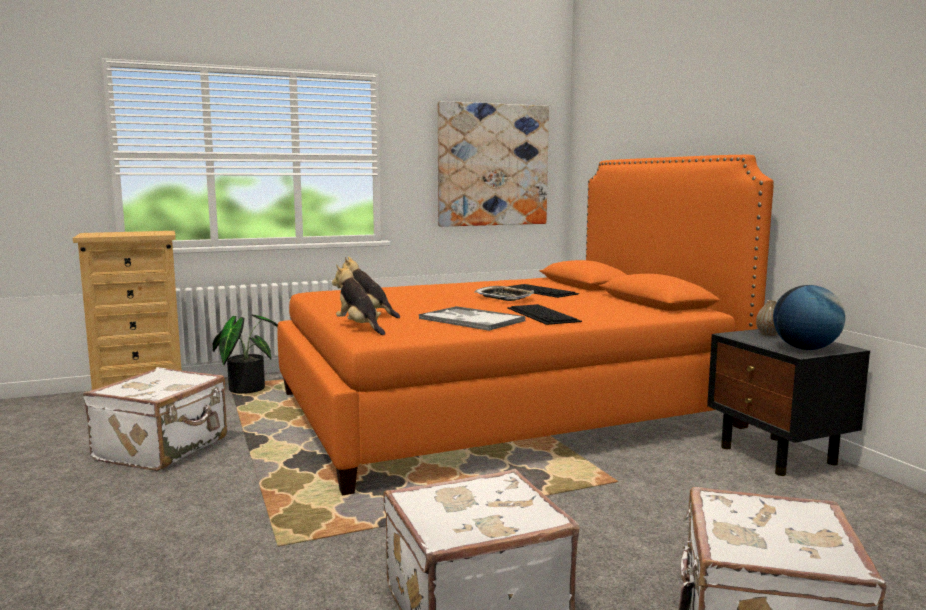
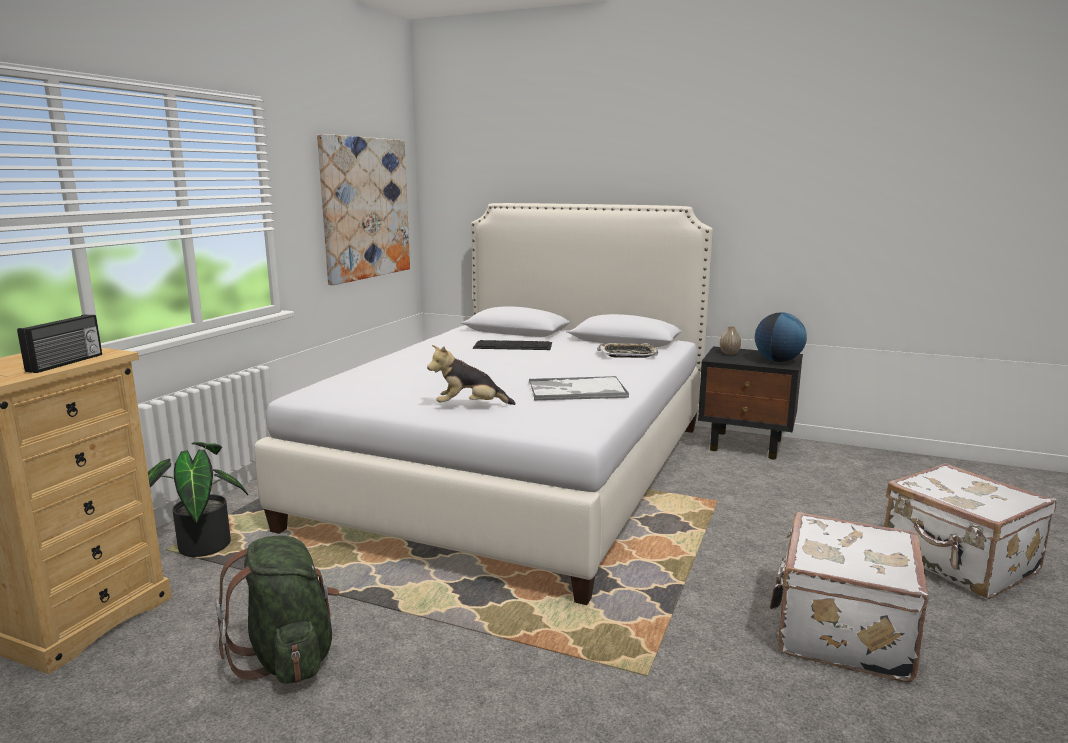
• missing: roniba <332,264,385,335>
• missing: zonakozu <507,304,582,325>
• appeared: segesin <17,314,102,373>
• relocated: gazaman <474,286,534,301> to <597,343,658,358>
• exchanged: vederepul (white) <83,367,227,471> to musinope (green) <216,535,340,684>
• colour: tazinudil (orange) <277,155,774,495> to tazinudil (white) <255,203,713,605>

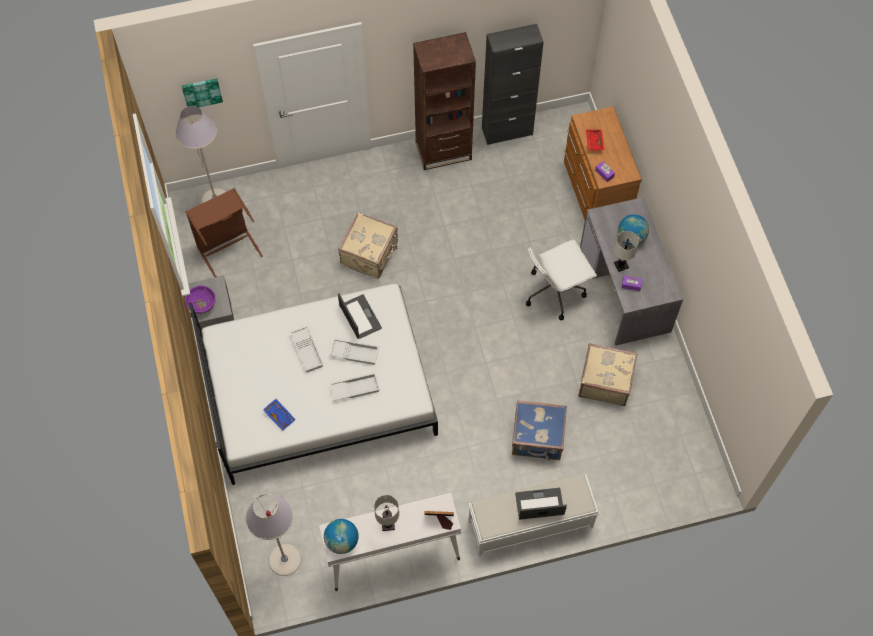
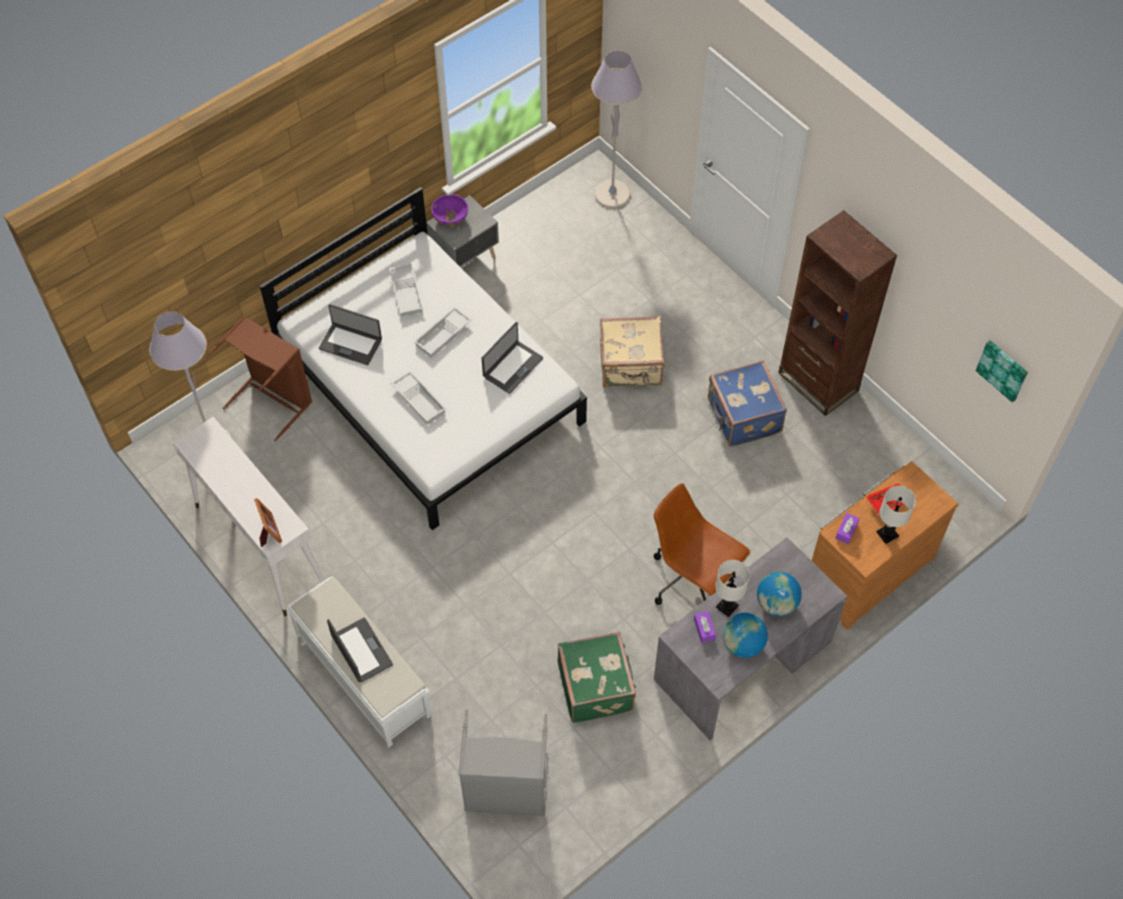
• missing: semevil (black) <482,24,544,145>
• appeared: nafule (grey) <459,709,548,816>
• relocated: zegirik <182,78,223,107> to <976,340,1028,403>
• relocated: nafule (brown) <186,188,263,277> to <206,316,312,441>
• relocated: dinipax <324,519,359,554> to <722,613,768,658>
• relocated: gazaman (white) <330,339,379,365> to <389,264,424,317>
• relocated: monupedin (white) <374,495,399,531> to <877,486,916,544>
• relocated: vederepul (blue) <512,400,567,461> to <708,360,787,447>
• exchanged: gazaman (blue) <263,399,296,431> to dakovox <319,304,382,365>
• colour: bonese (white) <526,240,597,320> to bonese (brown) <654,483,751,605>
• colour: vederepul (beige) <578,343,638,406> to vederepul (green) <558,632,636,723>

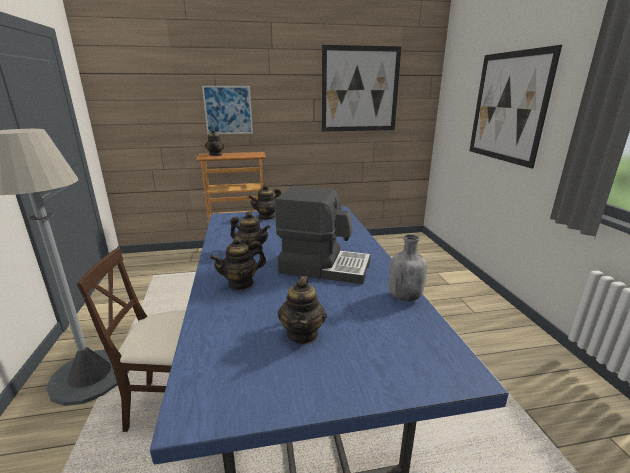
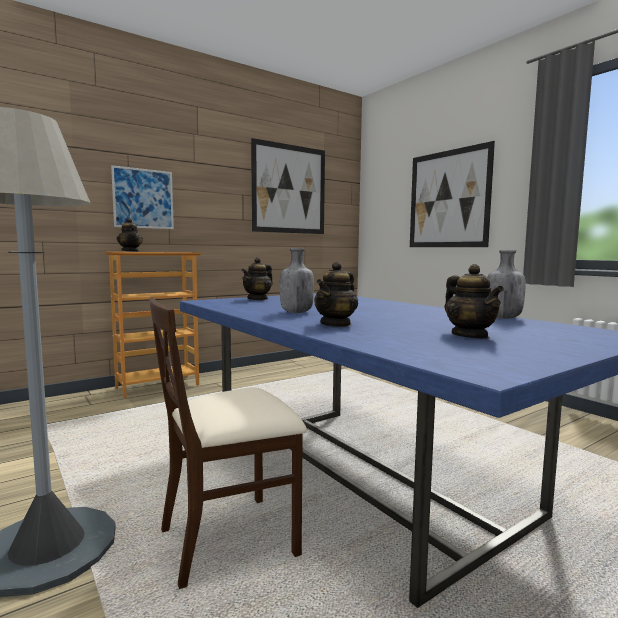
• missing: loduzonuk <275,186,371,284>
• exchanged: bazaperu <230,211,270,255> to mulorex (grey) <280,248,314,313>

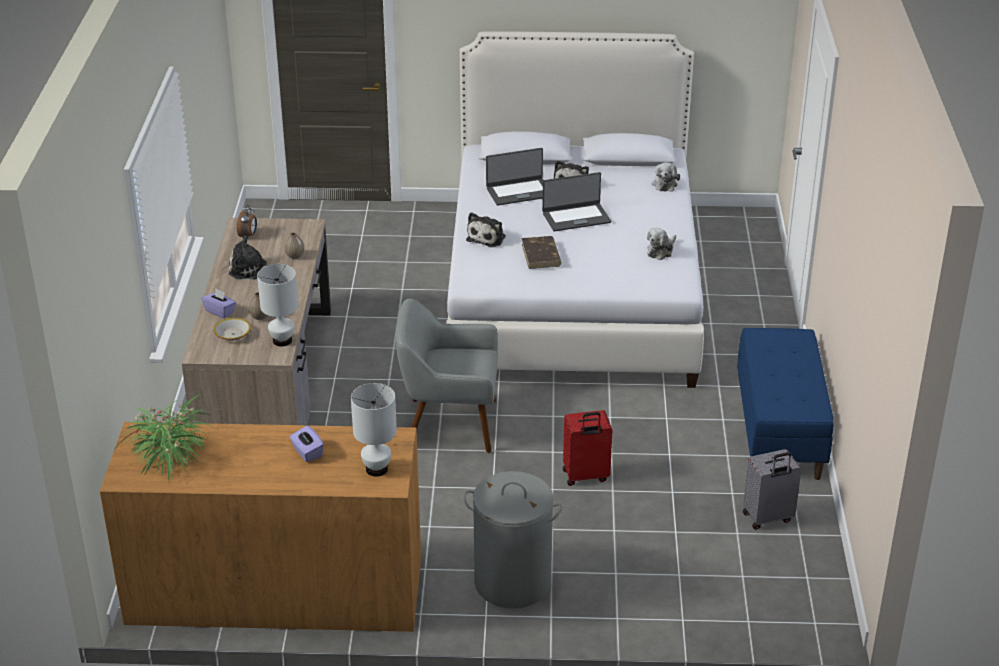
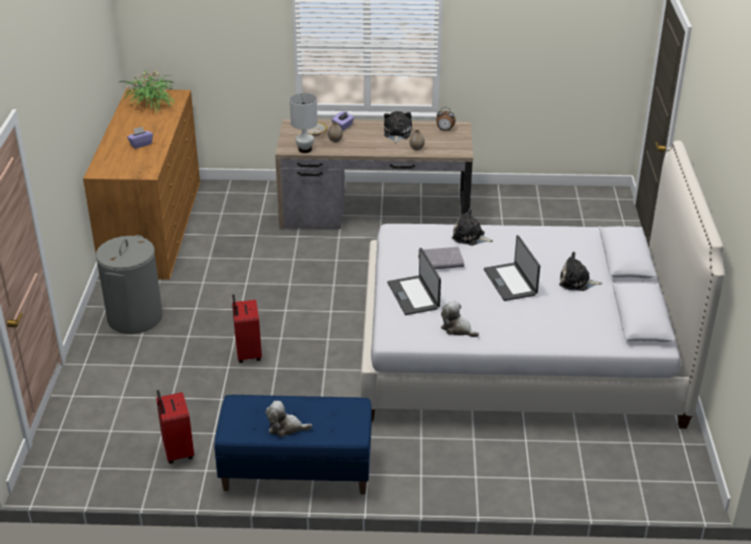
• missing: monupedin (white) <351,383,397,477>
• missing: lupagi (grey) <395,299,498,453>
• relocated: dakovox <486,148,543,206> to <387,248,441,315>
• relocated: roniba <652,162,680,192> to <265,401,313,437>
• colour: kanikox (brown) <522,236,562,269> to kanikox (grey) <418,247,464,269>
• colour: vederepul (grey) <743,449,802,530> to vederepul (red) <156,390,194,464>

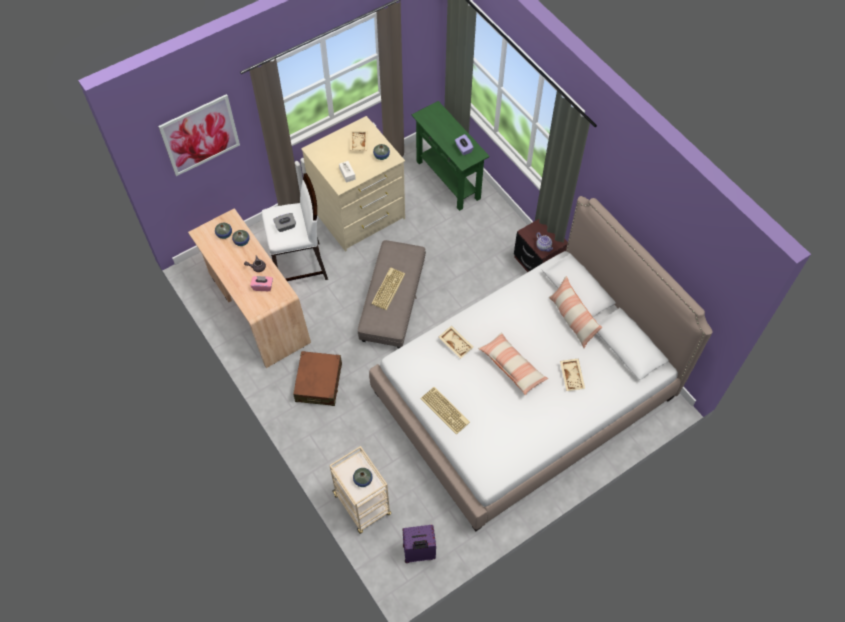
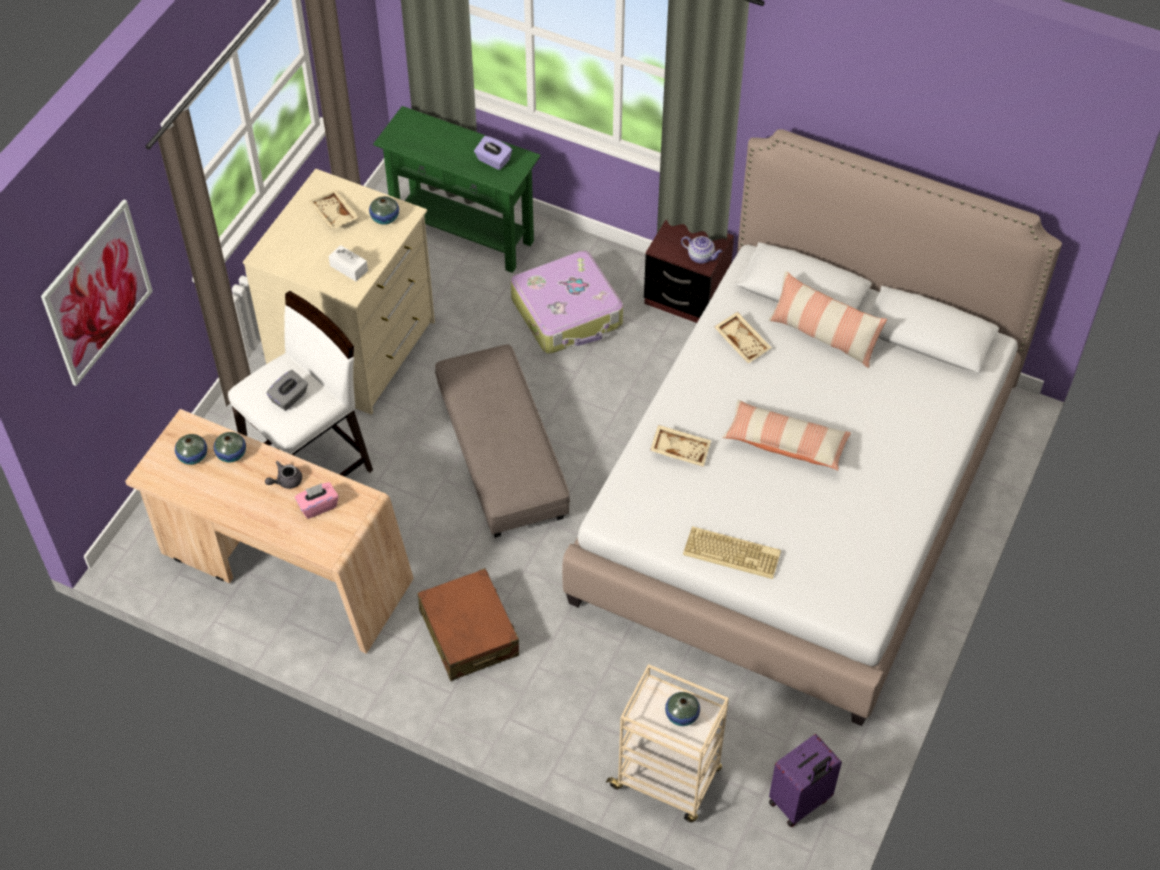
• missing: zonakozu <371,267,405,310>
• appeared: vederepul <511,250,623,354>
• relocated: gazaman (beige) <560,359,585,391> to <714,312,772,364>

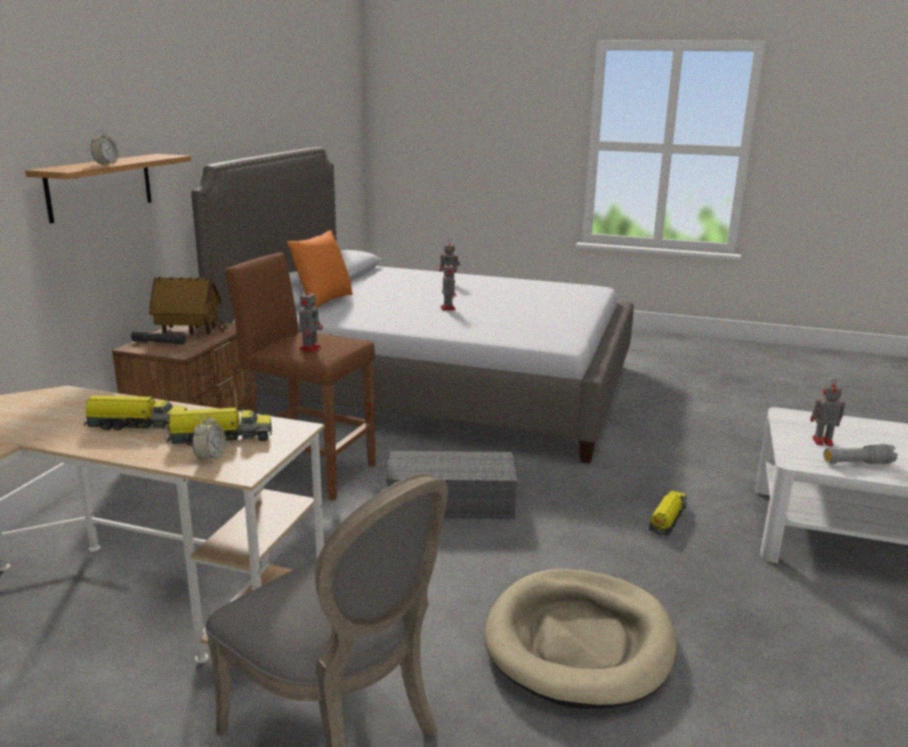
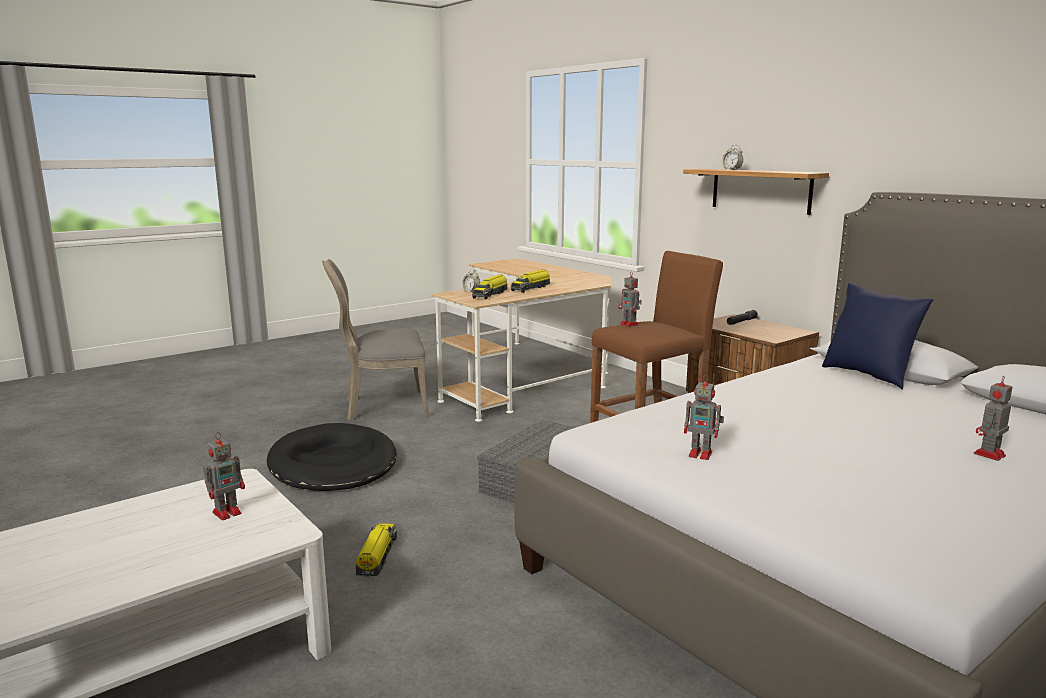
• missing: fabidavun <150,277,228,334>
• missing: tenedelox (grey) <824,444,897,464>
• relocated: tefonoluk <441,264,456,310> to <684,375,724,460>
• colour: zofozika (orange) <287,230,353,308> to zofozika (blue) <822,283,933,389>
• colour: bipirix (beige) <484,569,676,709> to bipirix (black) <267,423,397,491>
• spun: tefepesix <649,491,688,536> = <356,523,397,577> 150 degrees counterclockwise

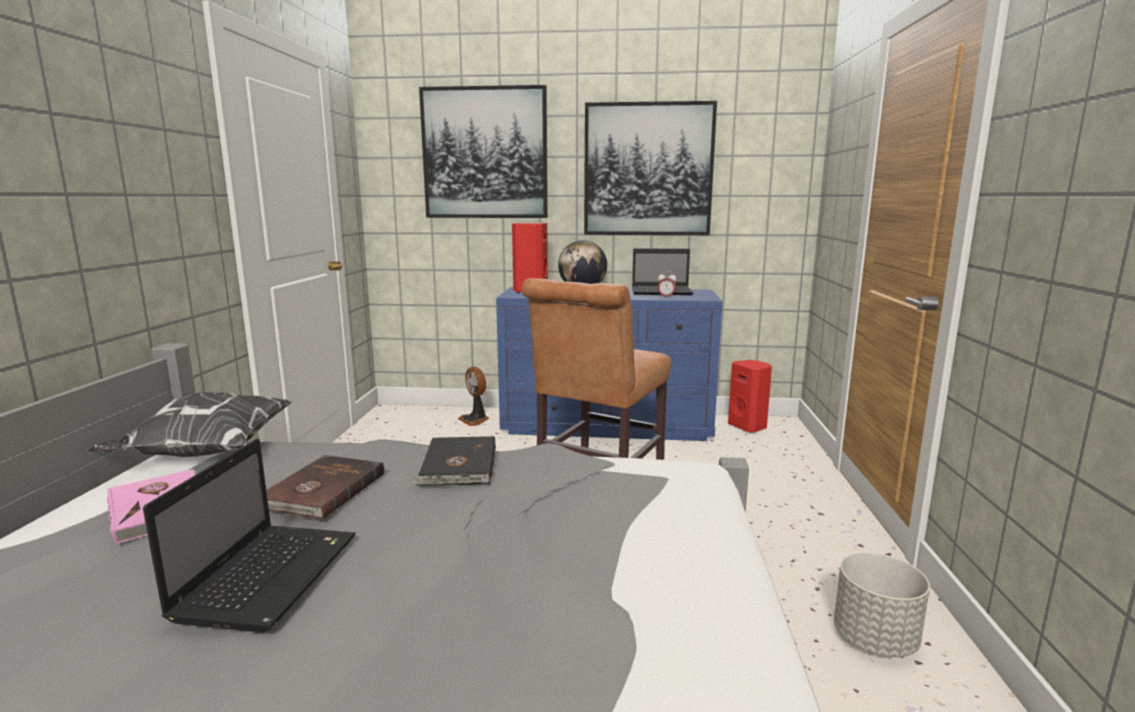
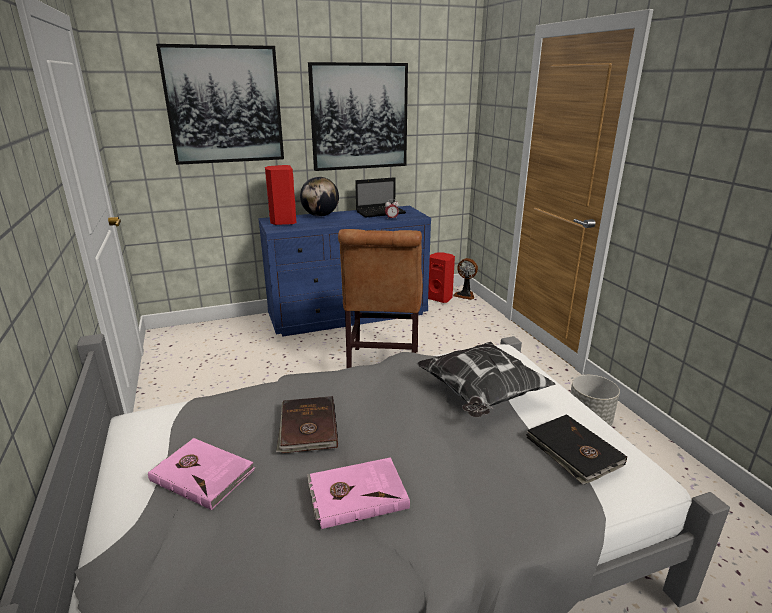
• relocated: zofozika <88,392,292,457> to <417,342,555,417>
• relocated: kanikox (black) <413,436,496,486> to <526,414,627,485>
• relocated: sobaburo <458,367,489,426> to <453,258,478,300>
• exchanged: dakovox <143,439,356,633> to kanikox (pink) <307,457,410,529>

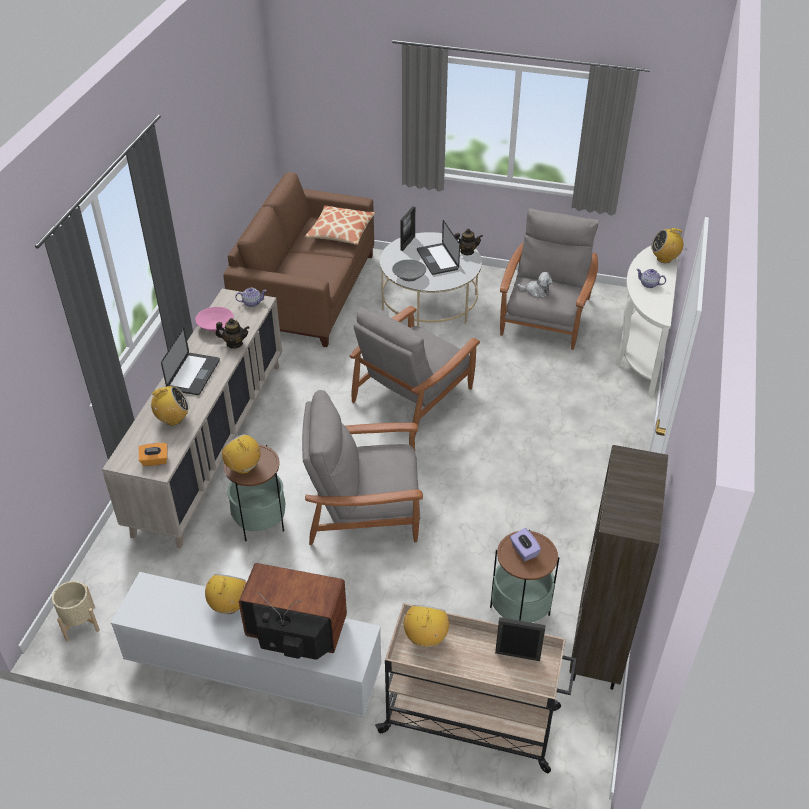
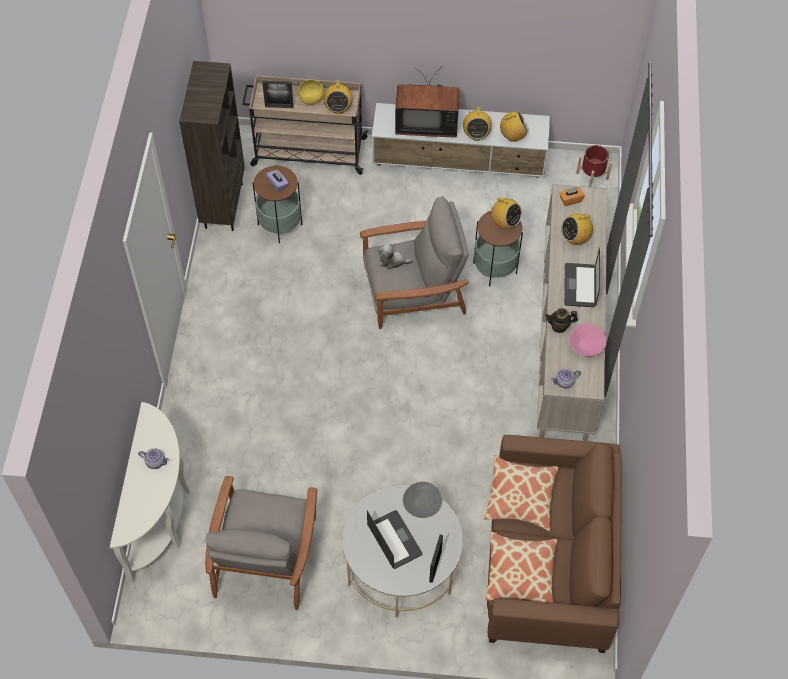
• missing: lupagi (grey) <350,306,480,436>
• missing: bazaperu <454,229,483,255>
• appeared: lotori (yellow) <298,80,324,105>
• appeared: zofozika <484,455,559,531>
• relocated: roniba <517,272,553,298> to <378,243,413,269>
• relocated: segesin <651,228,683,263> to <500,112,529,142>
• colour: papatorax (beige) <52,581,100,641> to papatorax (red) <576,145,612,187>

